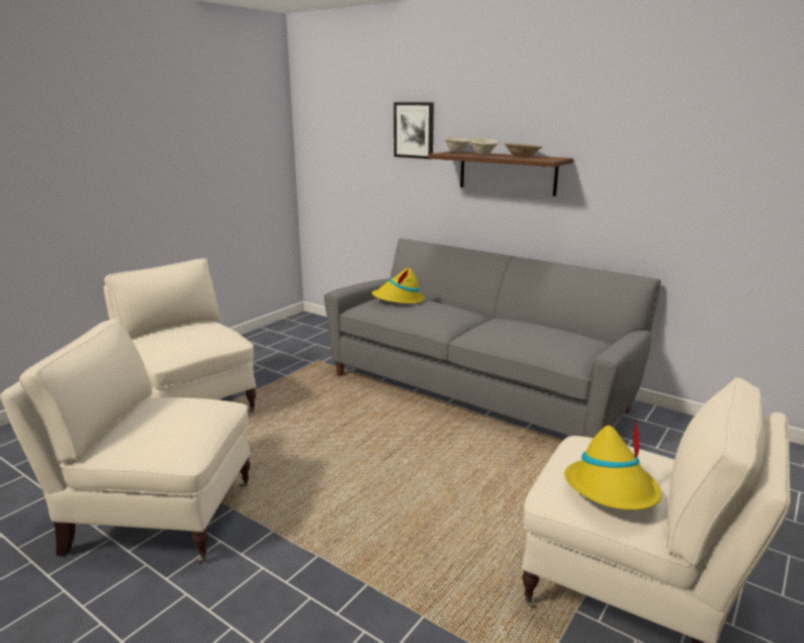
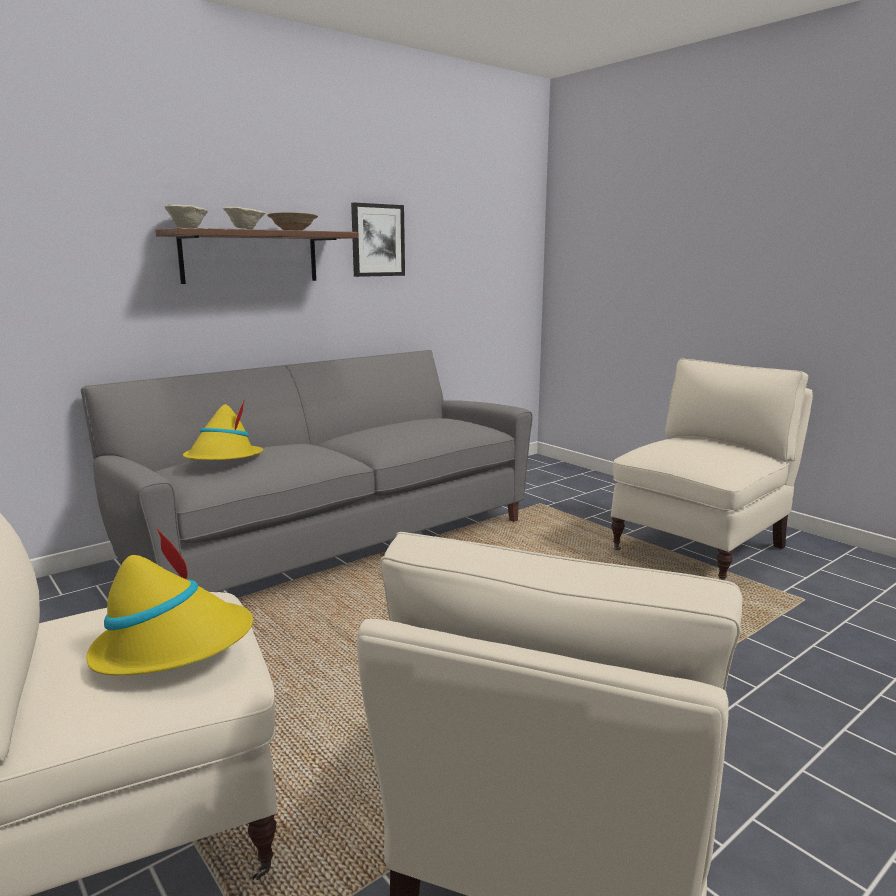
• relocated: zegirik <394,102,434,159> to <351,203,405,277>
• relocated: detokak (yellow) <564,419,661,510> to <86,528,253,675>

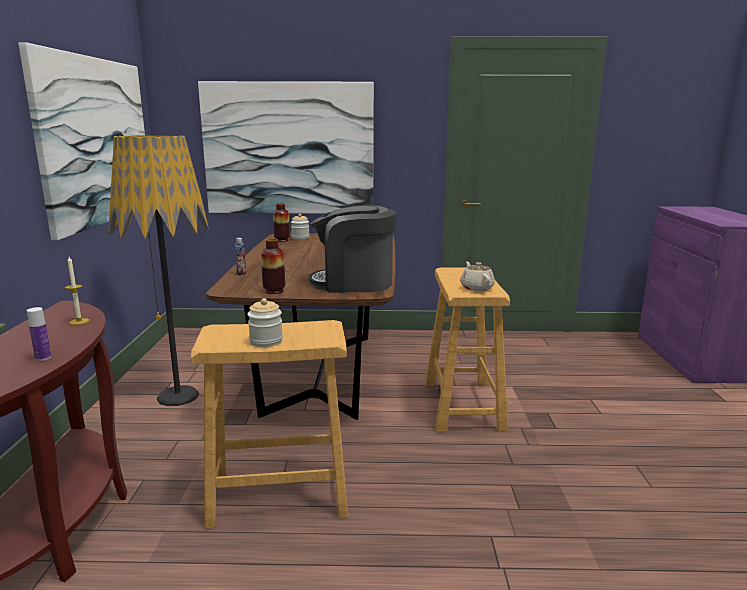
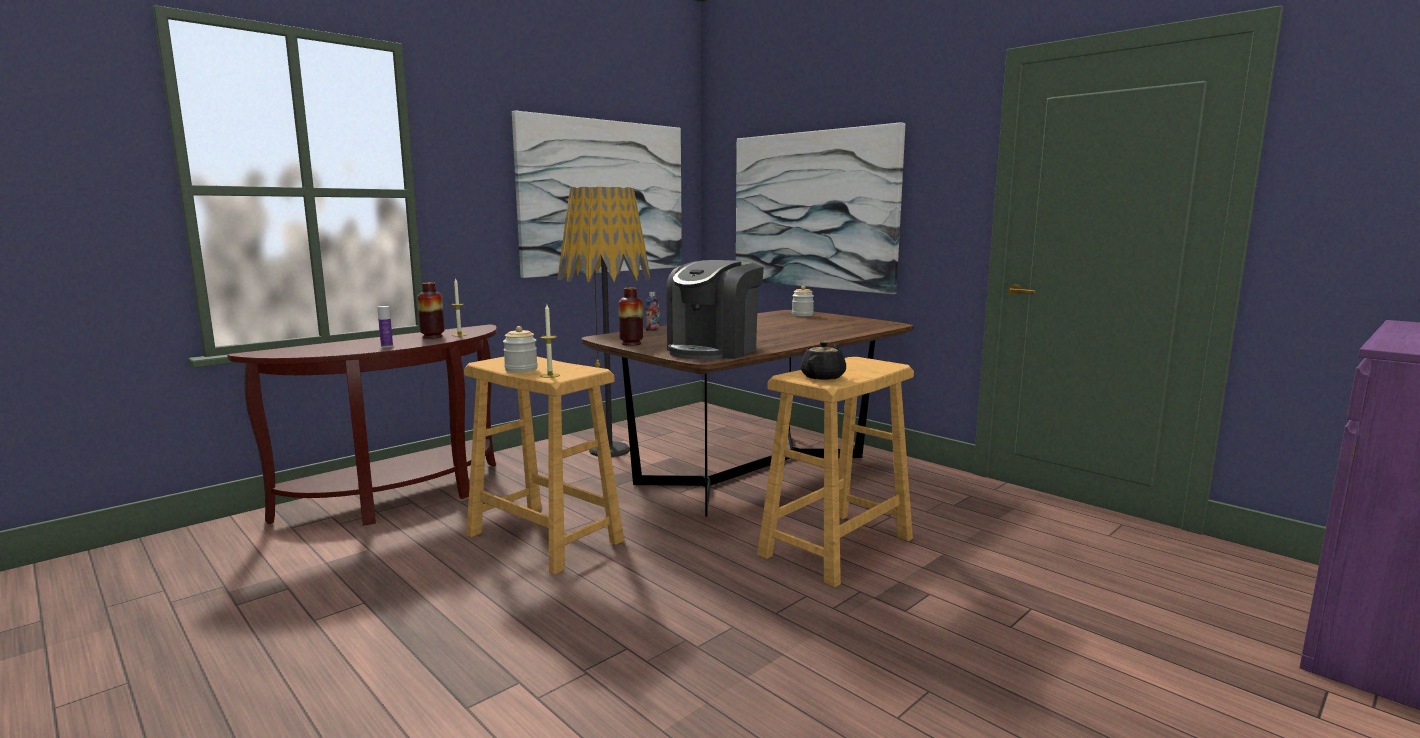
• appeared: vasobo <540,305,560,378>
• relocated: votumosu <273,203,290,242> to <417,282,444,339>
• colour: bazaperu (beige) <460,262,495,291> to bazaperu (black) <800,342,846,380>
• spun: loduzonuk <309,206,396,293> = <666,260,764,360> 105 degrees counterclockwise

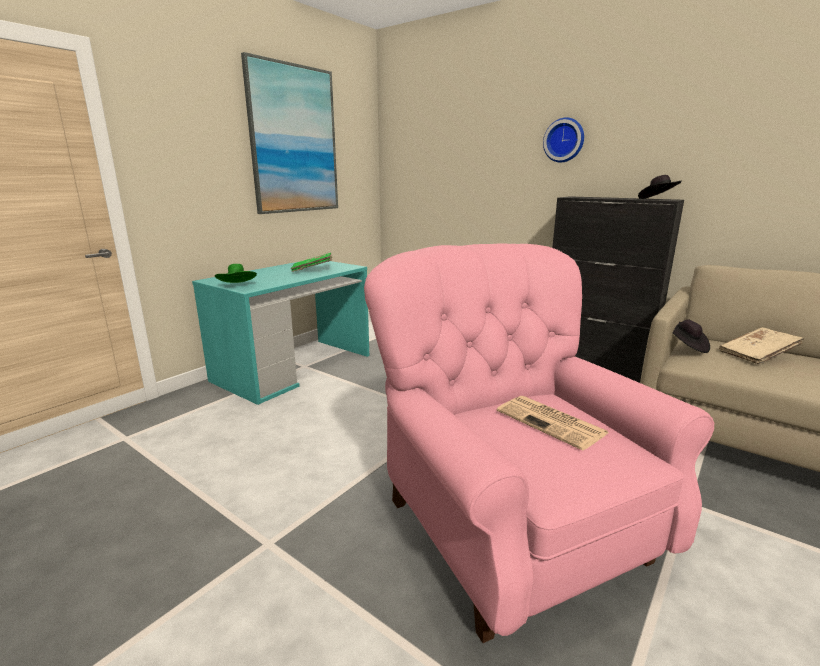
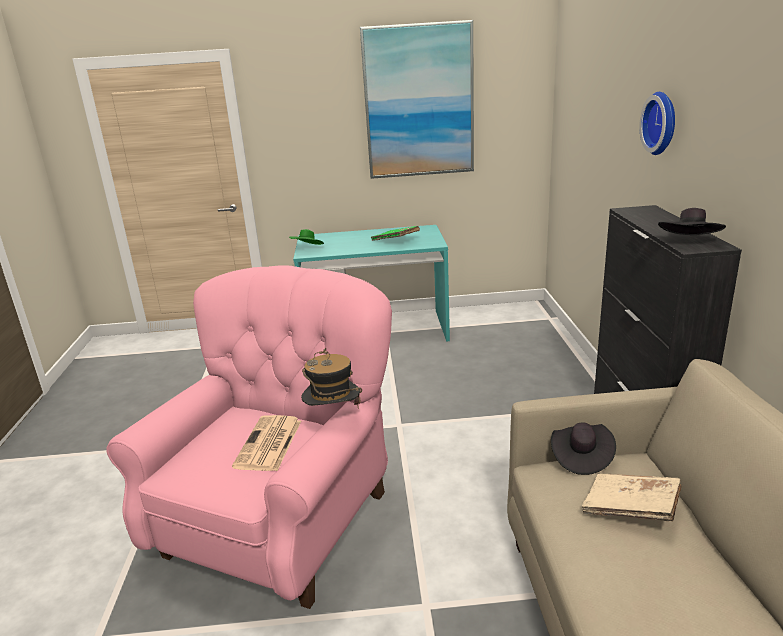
• appeared: detokak <301,348,362,407>

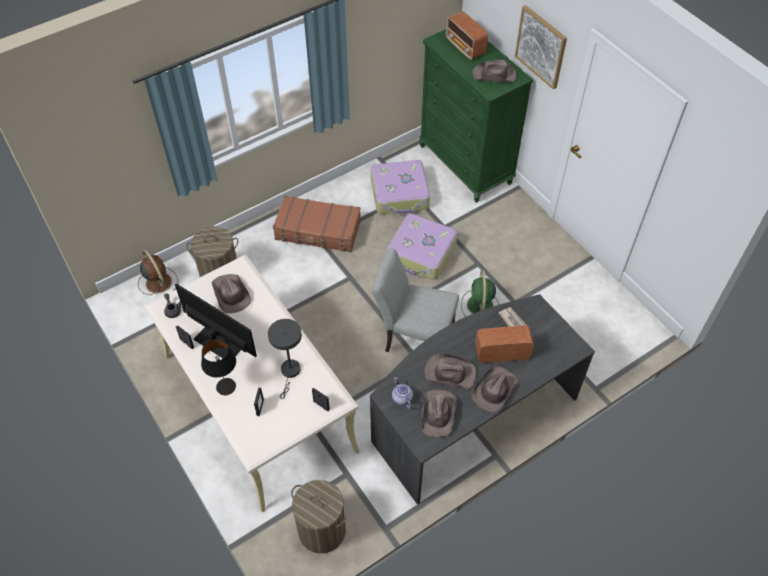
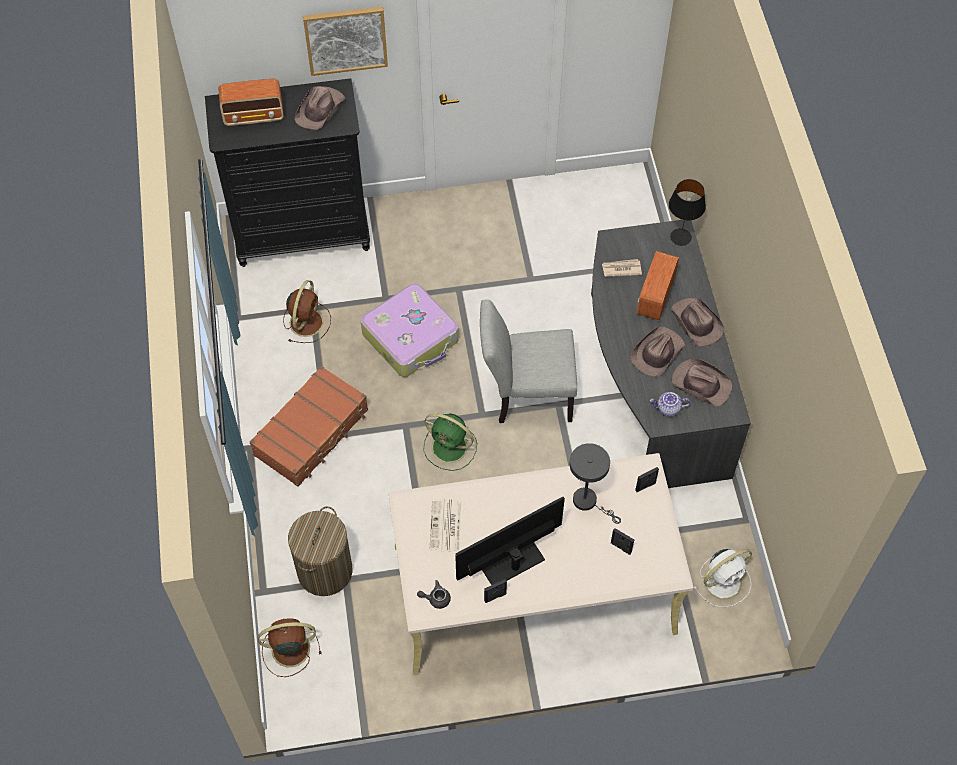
• relocated: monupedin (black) <201,339,236,395> to <669,179,706,246>
• relocated: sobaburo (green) <461,270,499,317> to <423,413,477,471>
• exchanged: detokak (brown) <212,274,251,313> to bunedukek <429,499,461,552>
• exchanged: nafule <291,480,346,554> to sobaburo (white) <694,549,752,608>
• exchanged: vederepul <371,160,430,214> to sobaburo (brown) <283,280,331,343>
• colour: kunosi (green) <419,29,534,203> to kunosi (black) <205,78,370,267>
• spun: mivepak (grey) <372,248,459,352> = <480,300,577,423> 45 degrees clockwise

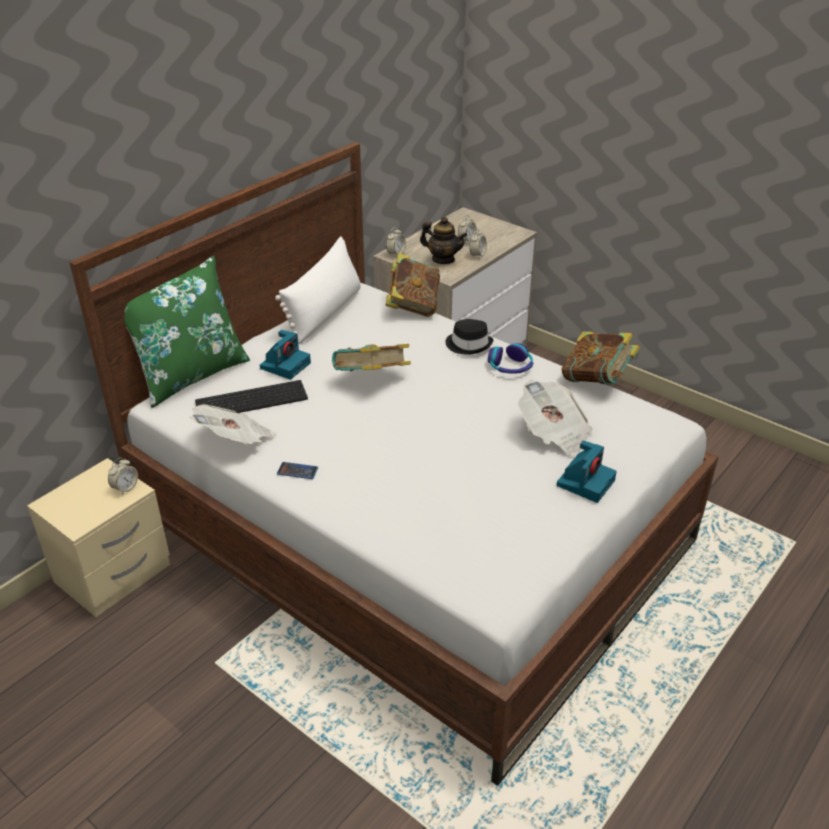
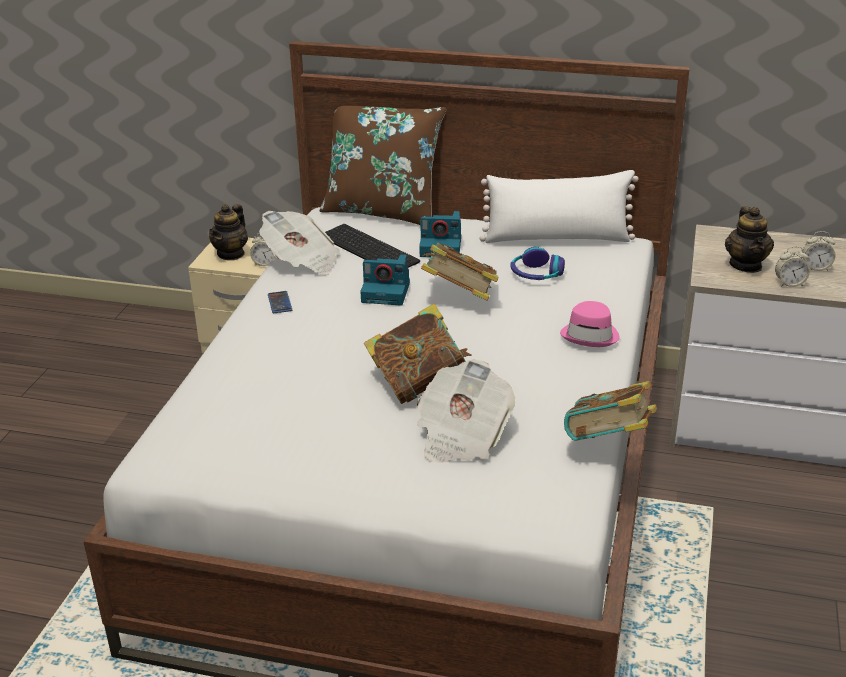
• missing: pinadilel <386,227,406,256>
• appeared: bazaperu <209,204,248,260>
• relocated: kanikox <386,253,440,317> to <364,304,471,404>
• relocated: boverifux <488,343,533,374> to <510,247,565,280>
• relocated: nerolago <557,441,617,503> to <360,254,410,306>
• colour: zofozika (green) <124,256,250,408> to zofozika (brown) <320,106,447,225>
• colour: detokak (black) <445,319,493,355> to detokak (pink) <560,301,619,347>

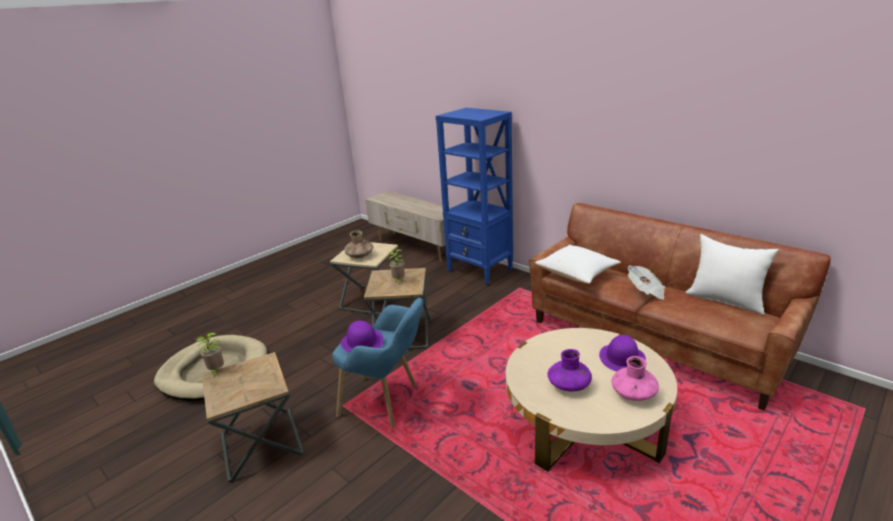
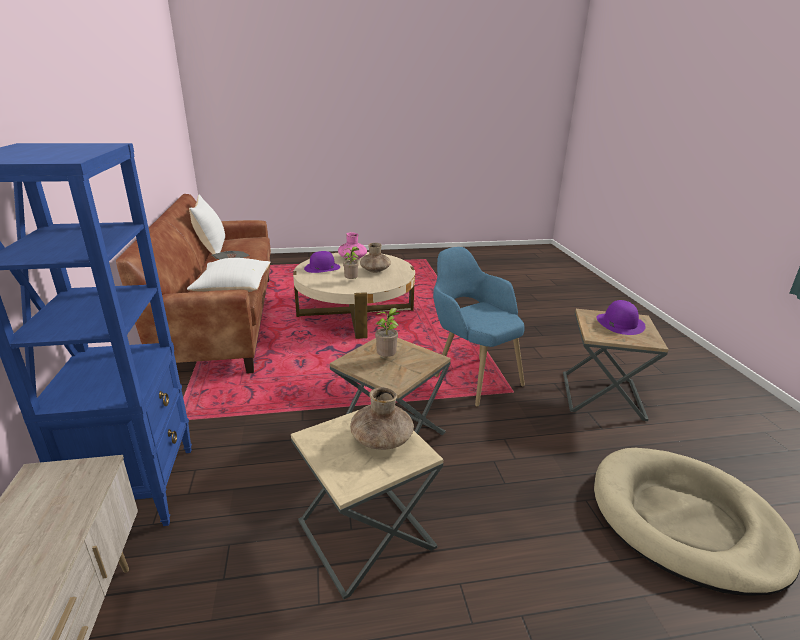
• relocated: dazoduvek <195,333,224,378> to <343,246,359,279>
• relocated: detokak (purple) <341,321,384,353> to <596,300,646,335>
• colour: votumosu (purple) <547,349,592,391> to votumosu (brown) <360,243,391,273>

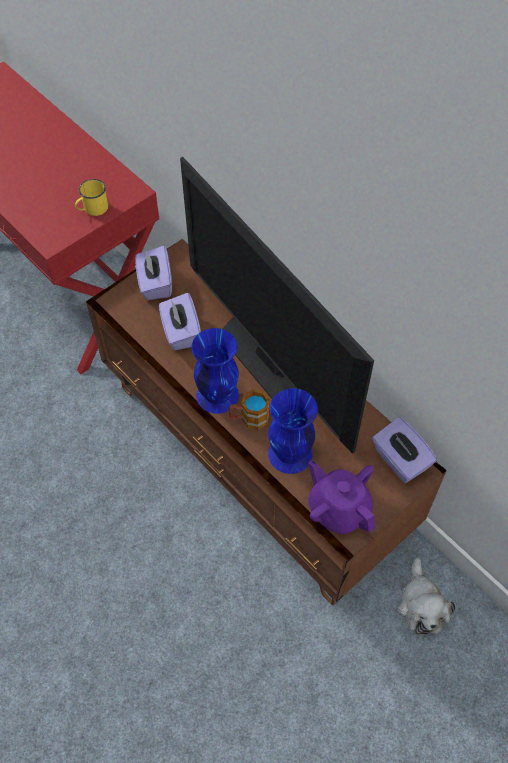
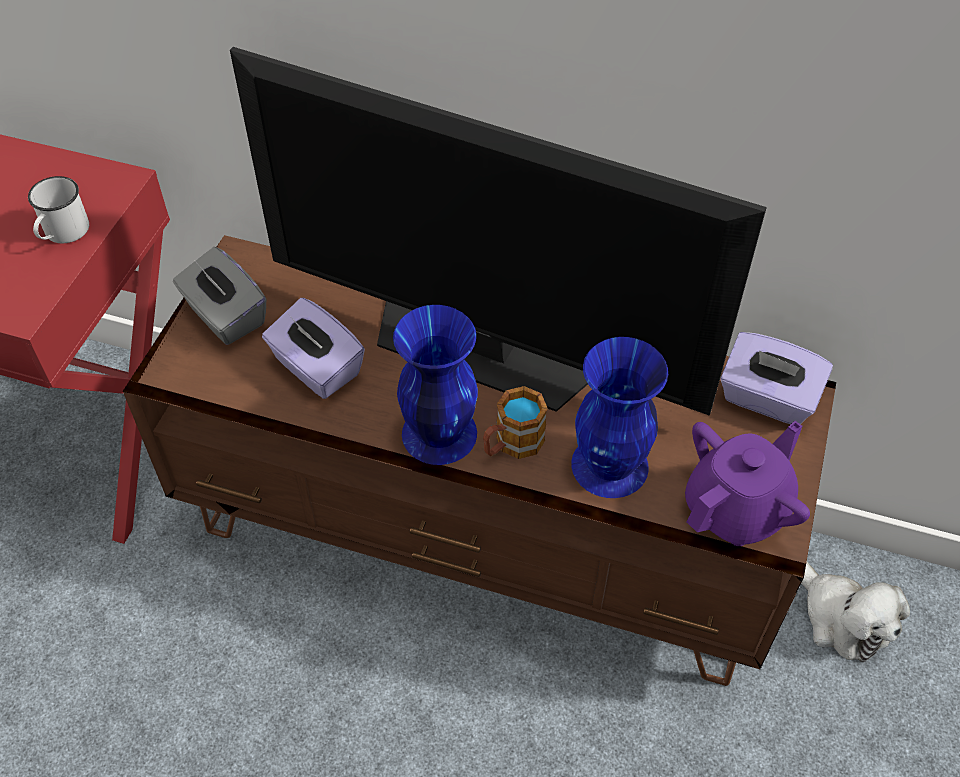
• colour: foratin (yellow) <75,179,108,216> to foratin (white) <28,176,89,243>
• colour: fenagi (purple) <135,246,172,300> to fenagi (grey) <173,247,266,345>
• spun: bazaperu (purple) <308,460,375,534> = <685,421,810,546> 120 degrees clockwise

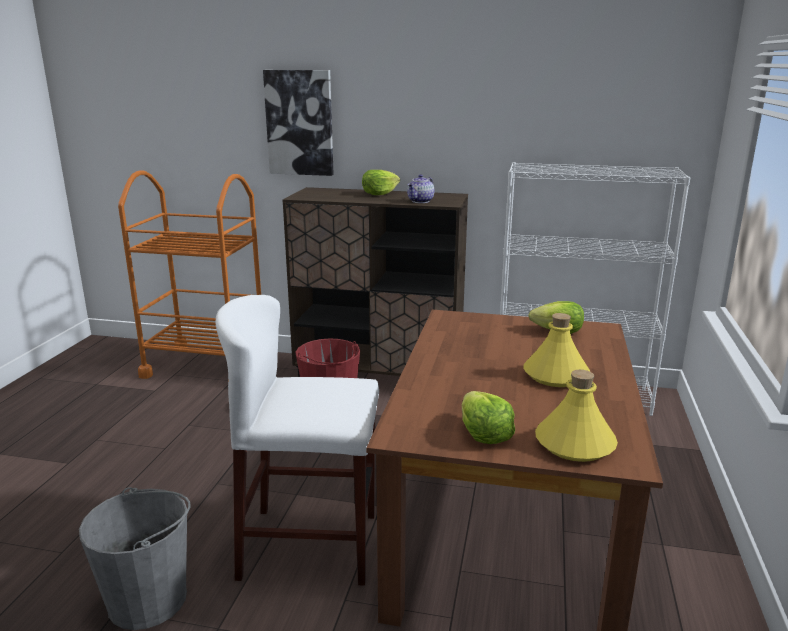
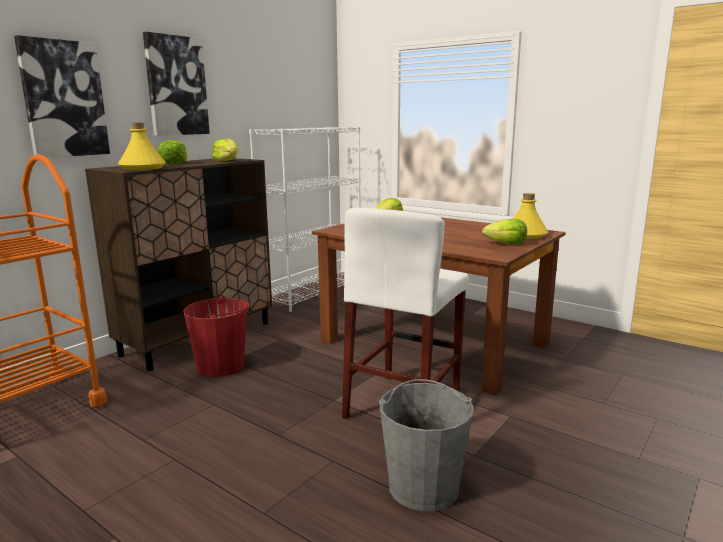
• appeared: zegirik <143,32,210,136>
• relocated: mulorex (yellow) <523,313,590,387> to <118,123,166,170>
• exchanged: bazaperu <407,174,434,203> to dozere <212,139,239,161>

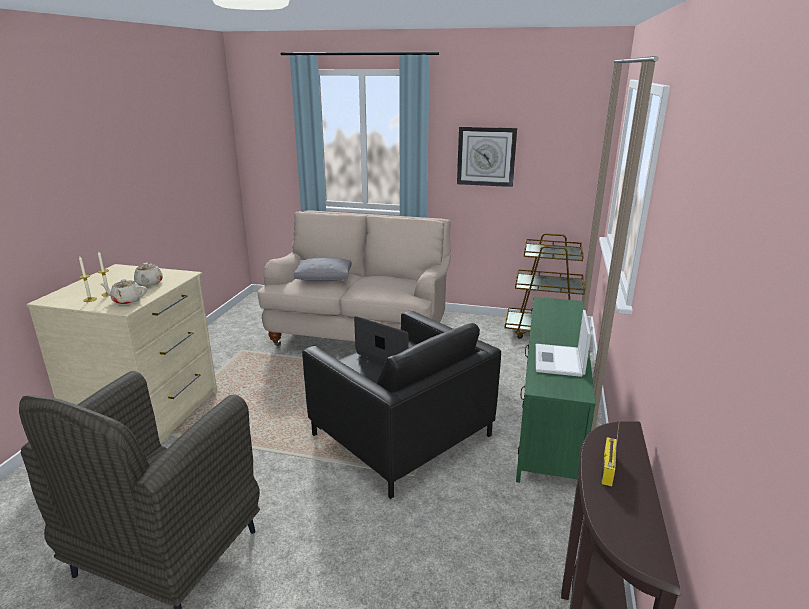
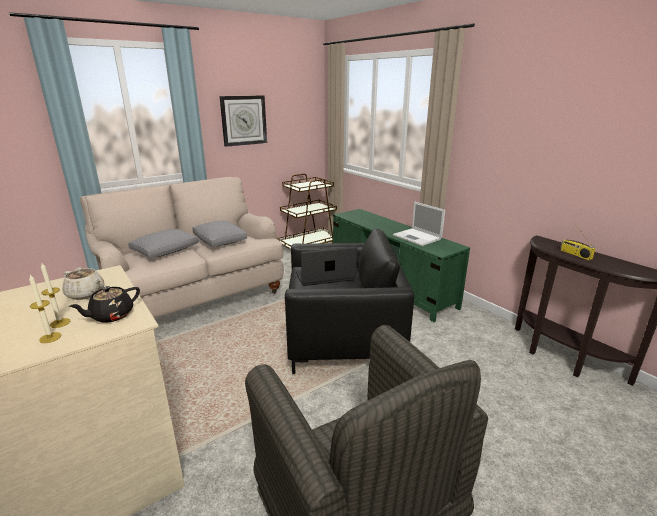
• appeared: zofozika (grey) <192,220,247,247>
• colour: bazaperu (beige) <101,279,147,304> to bazaperu (black) <68,286,140,323>

